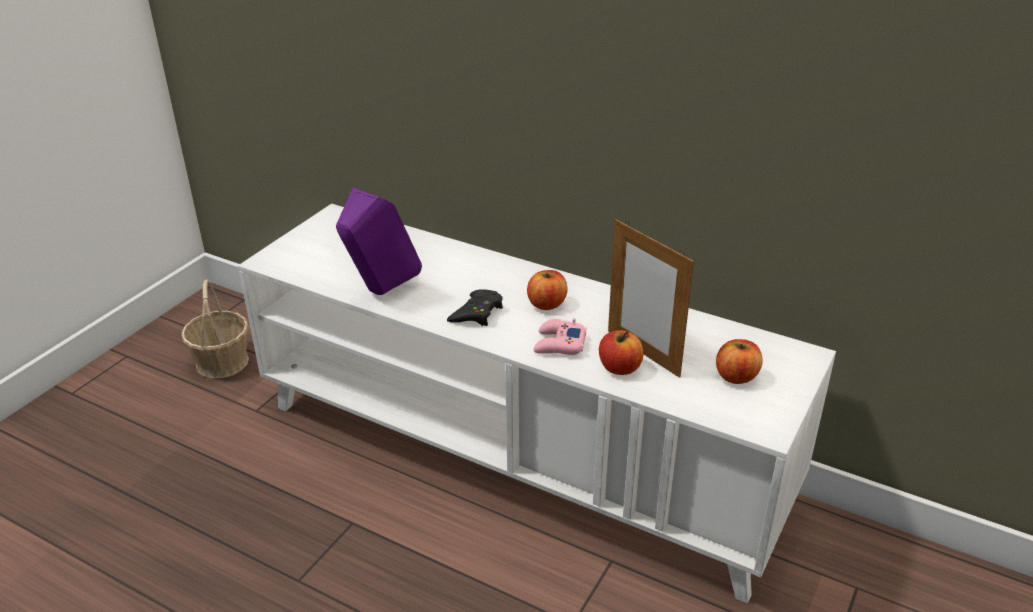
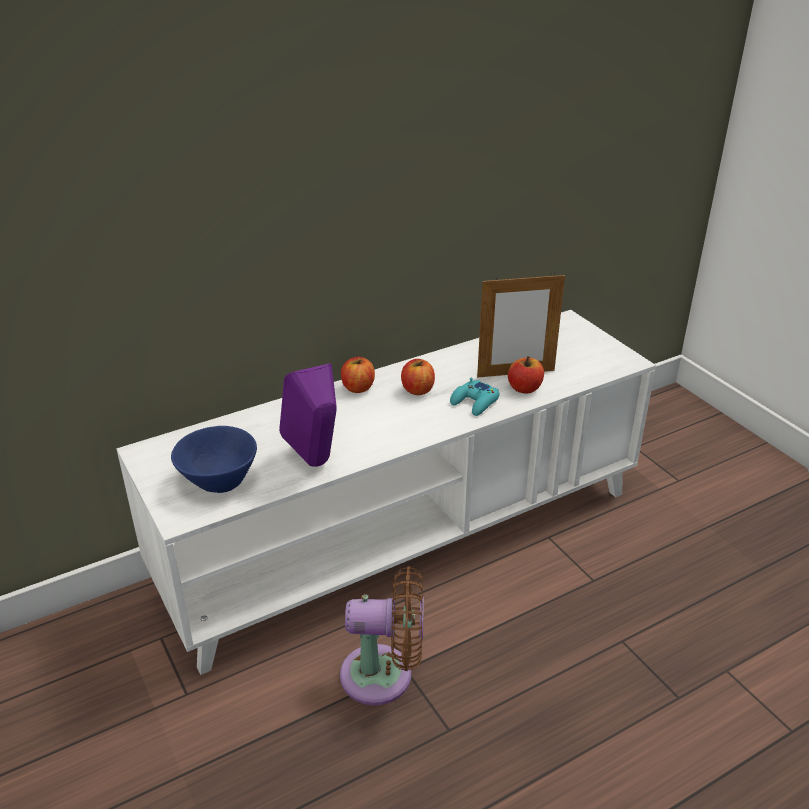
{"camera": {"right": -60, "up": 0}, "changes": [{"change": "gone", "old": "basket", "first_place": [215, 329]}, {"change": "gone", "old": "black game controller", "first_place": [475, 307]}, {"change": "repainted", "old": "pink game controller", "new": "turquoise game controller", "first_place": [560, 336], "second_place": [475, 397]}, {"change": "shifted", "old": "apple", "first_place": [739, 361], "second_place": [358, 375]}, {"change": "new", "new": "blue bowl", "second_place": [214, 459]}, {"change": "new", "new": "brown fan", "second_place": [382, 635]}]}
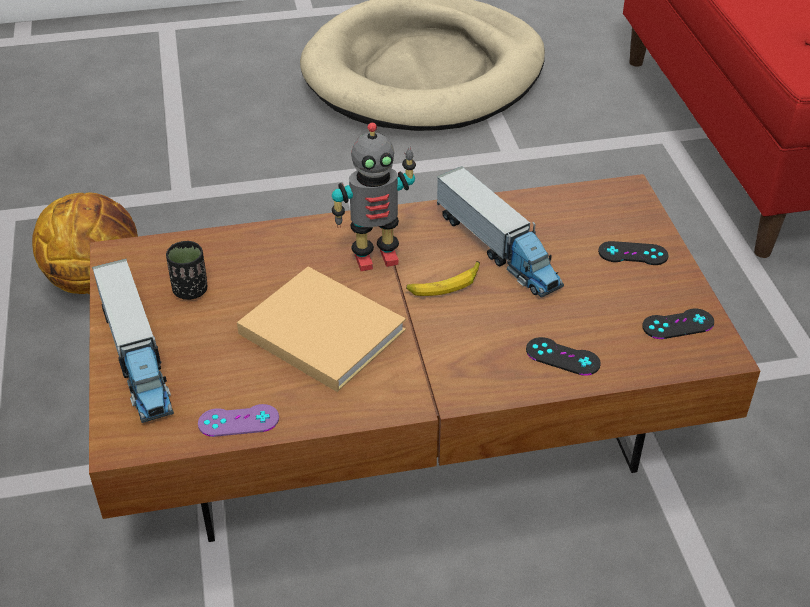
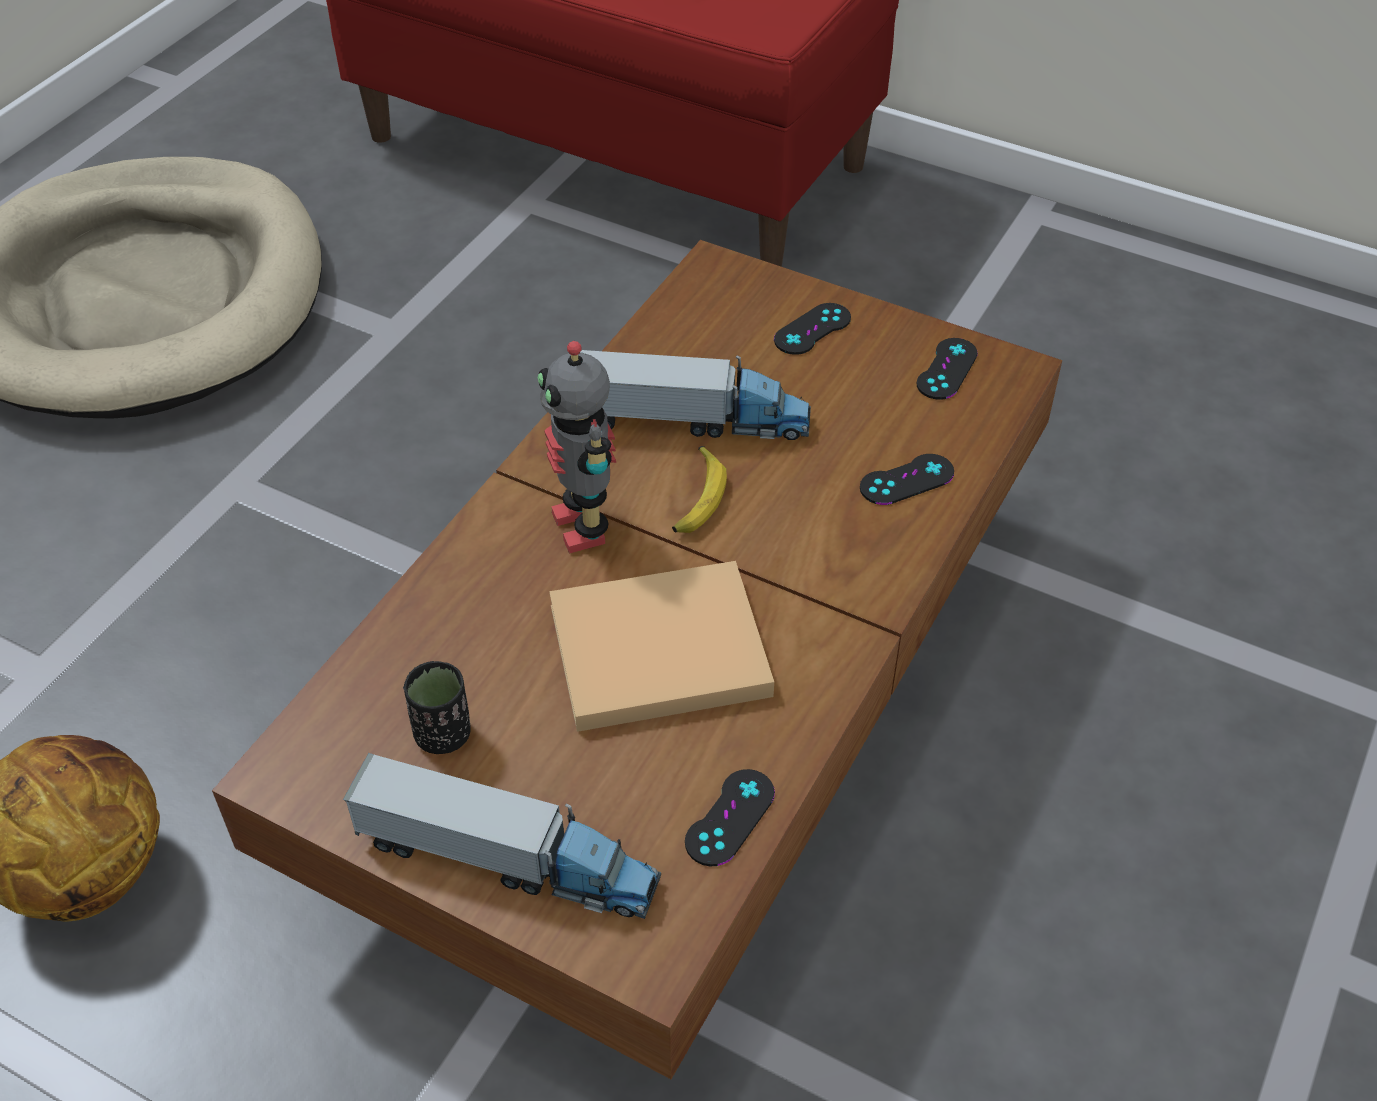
{"camera": {"right": -50, "up": 5}, "changes": [{"change": "rotated", "old": "toy robot", "first_place": [374, 197], "second_place": [576, 447], "degrees": 135}, {"change": "repainted", "old": "purple game controller", "new": "black game controller", "first_place": [238, 420], "second_place": [730, 817]}]}
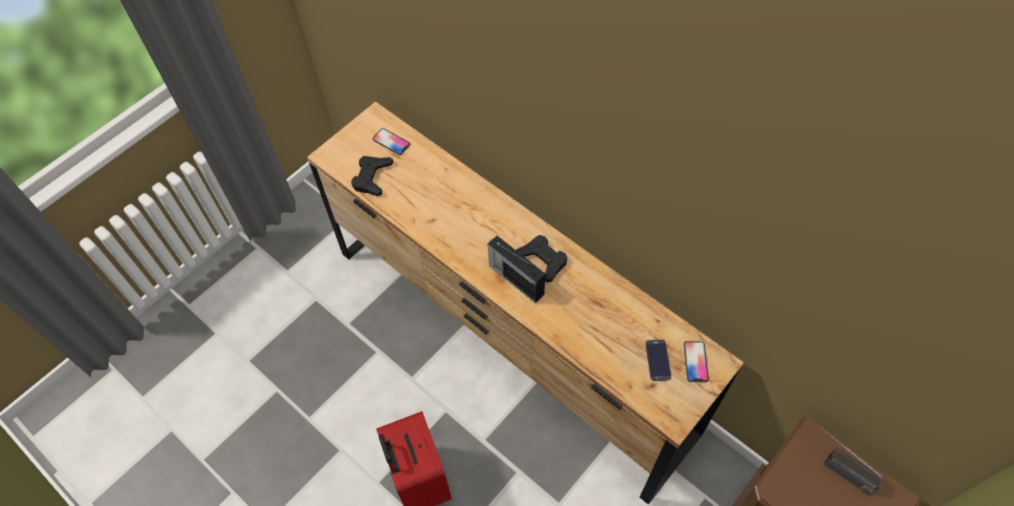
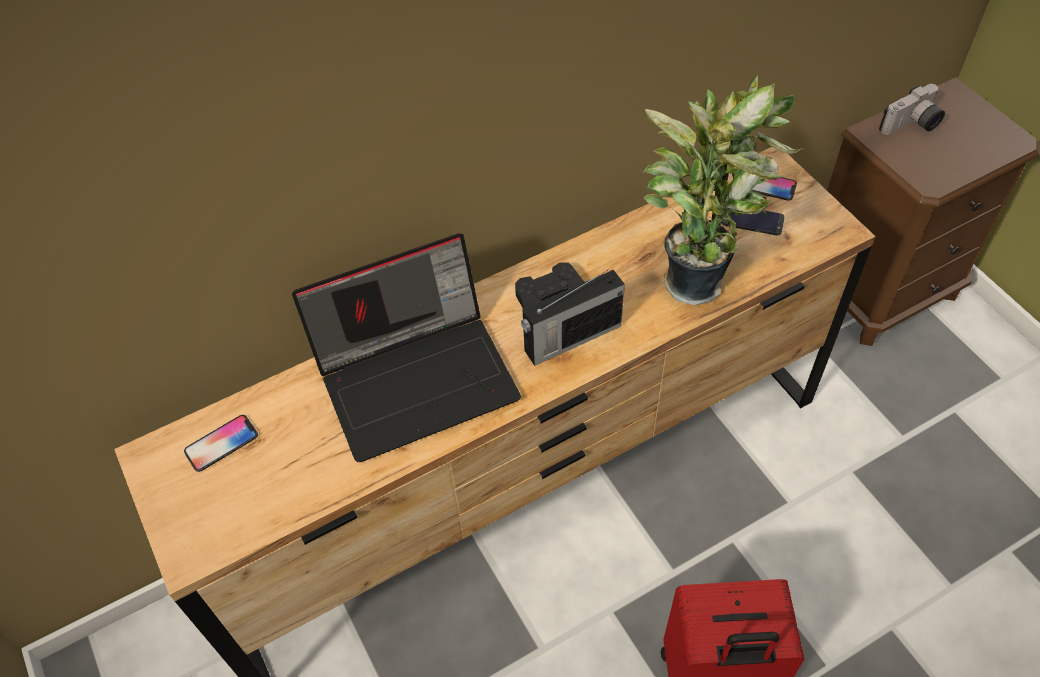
{"camera": {"right": -70, "up": -5}, "changes": [{"change": "gone", "old": "black game controller", "first_place": [372, 176]}, {"change": "swapped", "old": "radio", "new": "photo camera", "first_place": [850, 460], "second_place": [912, 109]}, {"change": "new", "new": "potted plant", "second_place": [723, 190]}, {"change": "new", "new": "laptop", "second_place": [406, 347]}]}
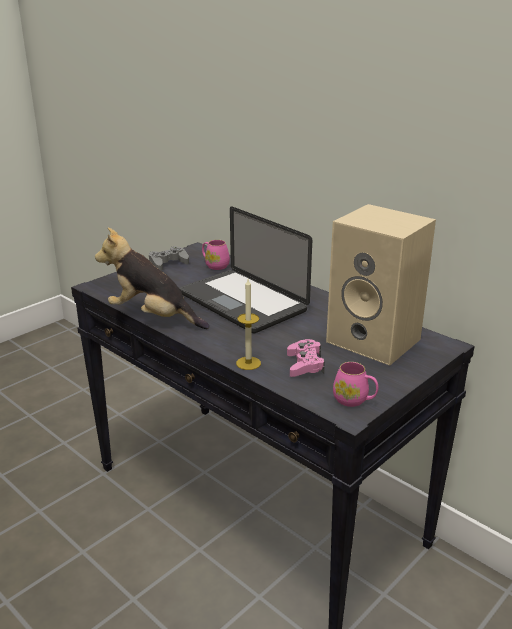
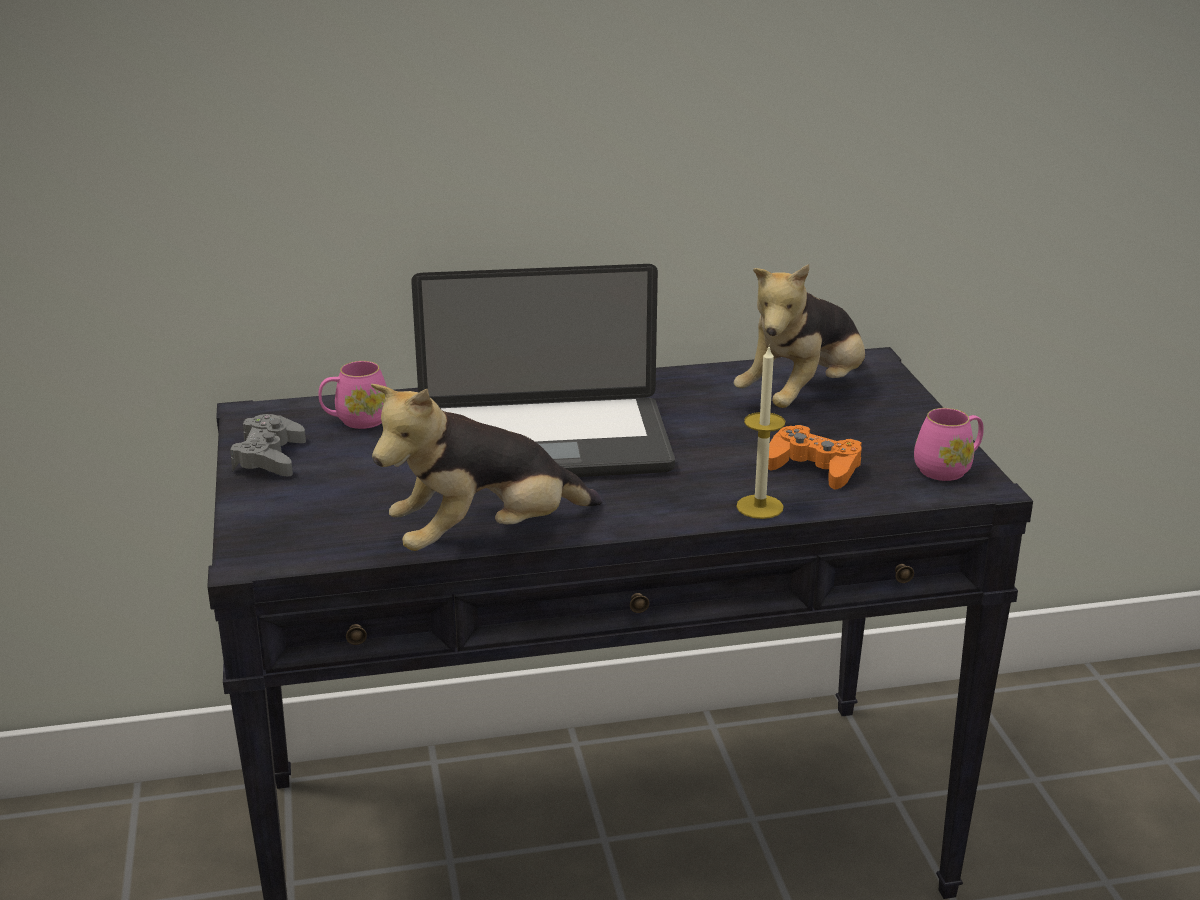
{"camera": {"right": -55, "up": 0}, "changes": [{"change": "swapped", "old": "beige speaker", "new": "plush toy", "first_place": [381, 285], "second_place": [799, 336]}, {"change": "repainted", "old": "pink game controller", "new": "orange game controller", "first_place": [306, 358], "second_place": [815, 457]}]}
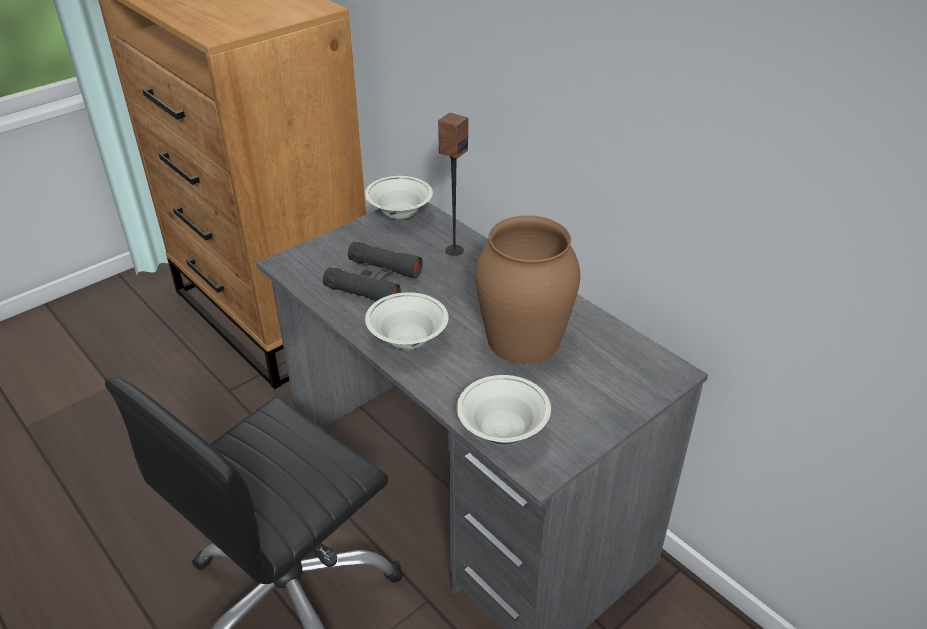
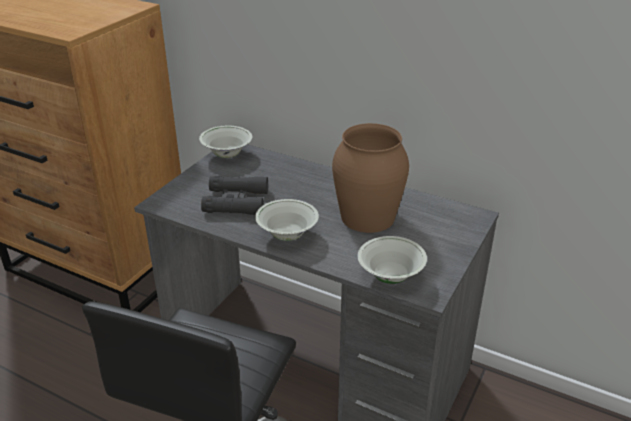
{"camera": {"right": -20, "up": -5}, "changes": [{"change": "gone", "old": "speaker", "first_place": [453, 184]}]}
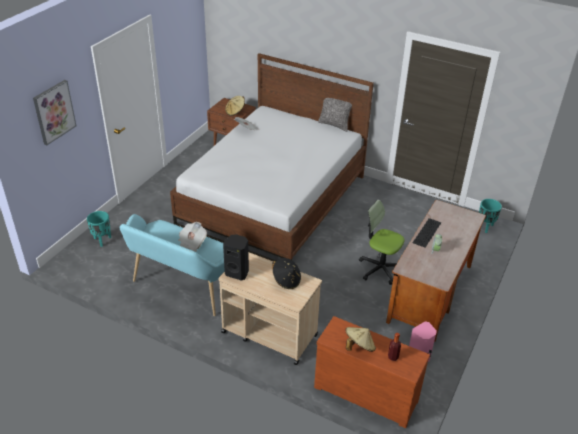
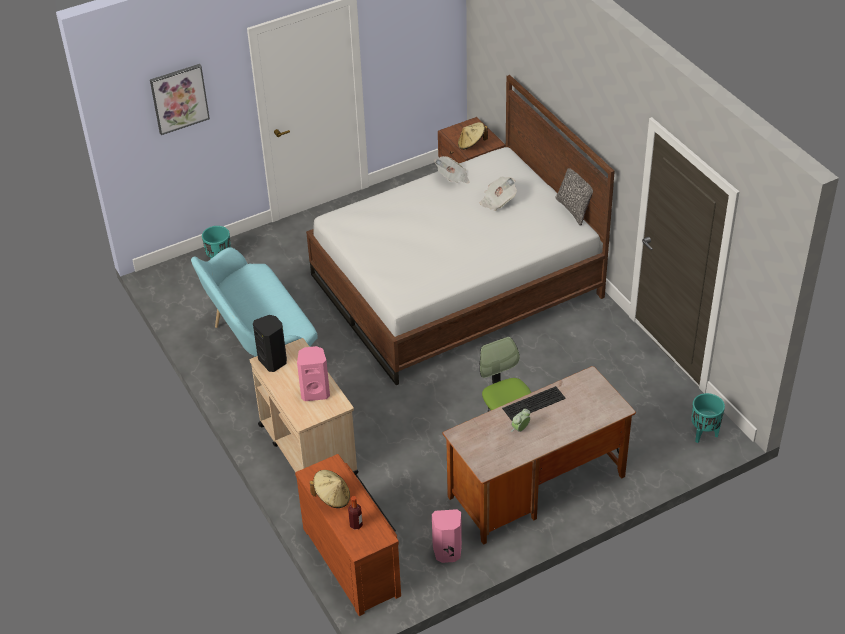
{"camera": {"right": 35, "up": 5}, "changes": [{"change": "shifted", "old": "newspaper", "first_place": [192, 237], "second_place": [498, 194]}, {"change": "swapped", "old": "black hat", "new": "pink speaker", "first_place": [286, 273], "second_place": [313, 373]}]}
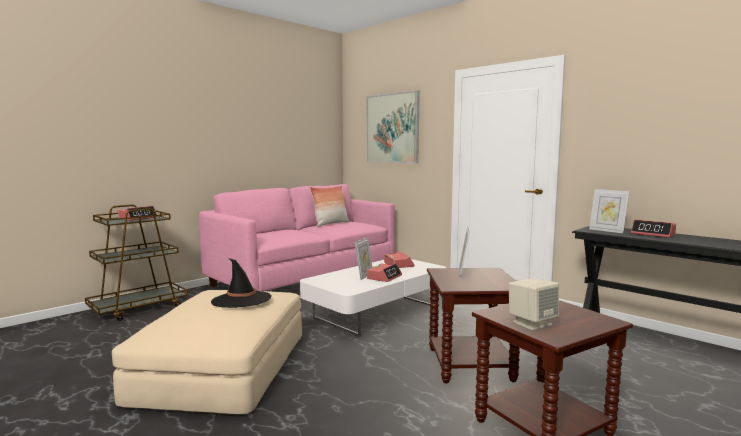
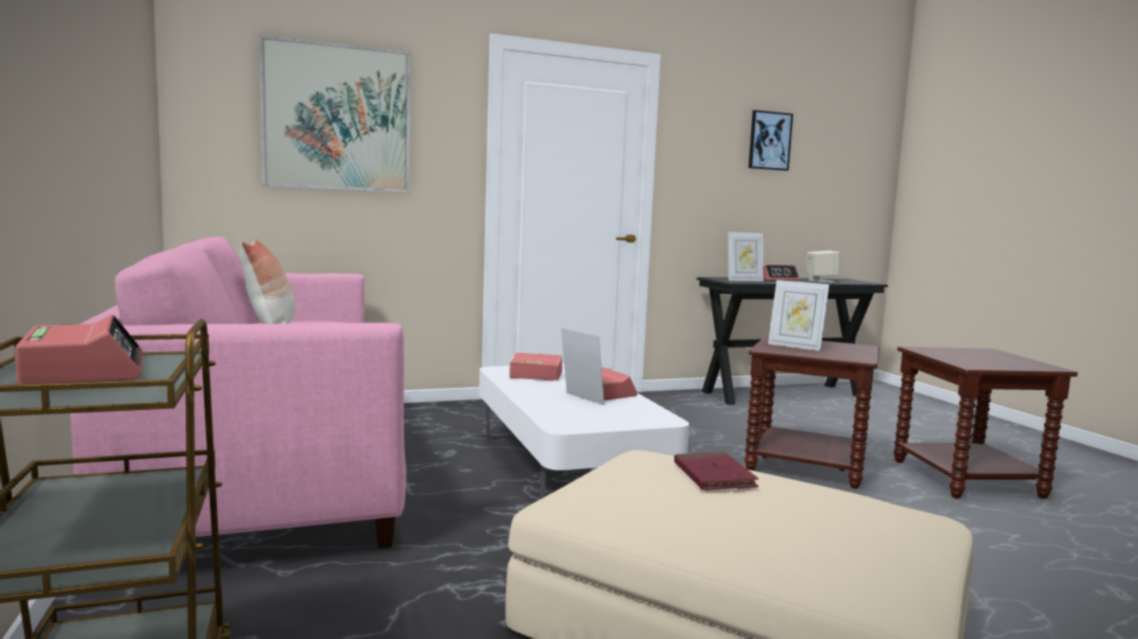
{"camera": {"right": -65, "up": 0}, "changes": [{"change": "swapped", "old": "black hat", "new": "red book", "first_place": [241, 283], "second_place": [716, 471]}, {"change": "shifted", "old": "beige speaker", "first_place": [534, 304], "second_place": [823, 266]}, {"change": "new", "new": "picture", "second_place": [770, 140]}]}
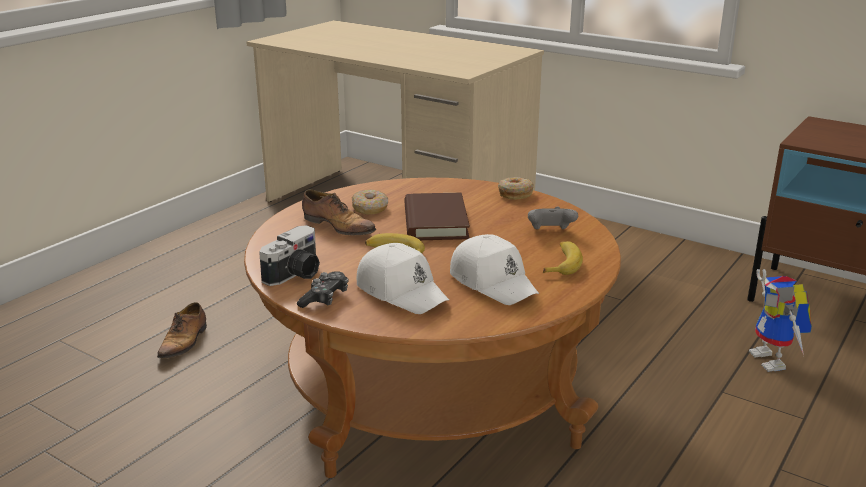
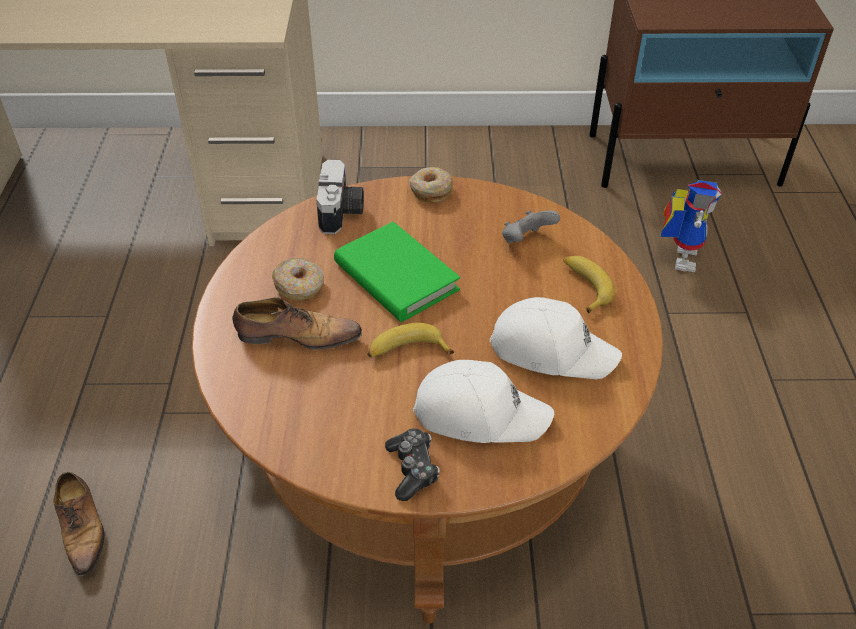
{"camera": {"right": -35, "up": 20}, "changes": [{"change": "repainted", "old": "brown book", "new": "green book", "first_place": [437, 216], "second_place": [397, 272]}, {"change": "shifted", "old": "photo camera", "first_place": [289, 255], "second_place": [340, 196]}, {"change": "rotated", "old": "toy robot", "first_place": [780, 320], "second_place": [691, 226], "degrees": -120}]}
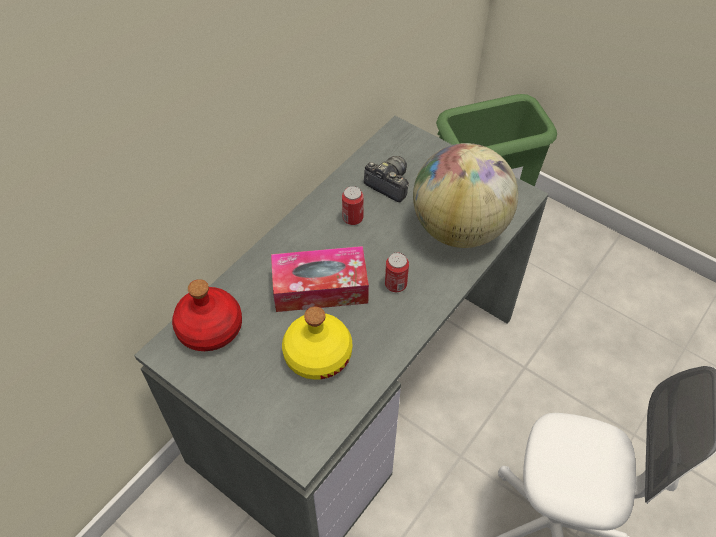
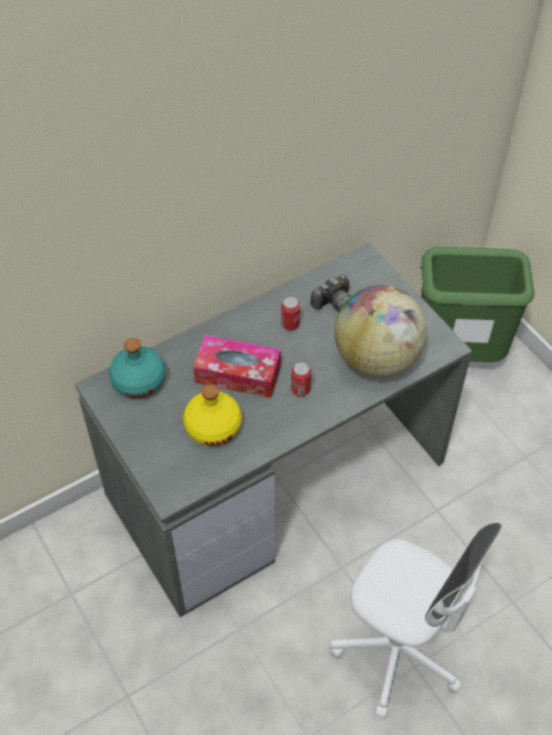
{"camera": {"right": 20, "up": 0}, "changes": [{"change": "rotated", "old": "photo camera", "first_place": [386, 179], "second_place": [330, 293], "degrees": 90}, {"change": "repainted", "old": "red bottle", "new": "turquoise bottle", "first_place": [207, 315], "second_place": [137, 368]}]}
